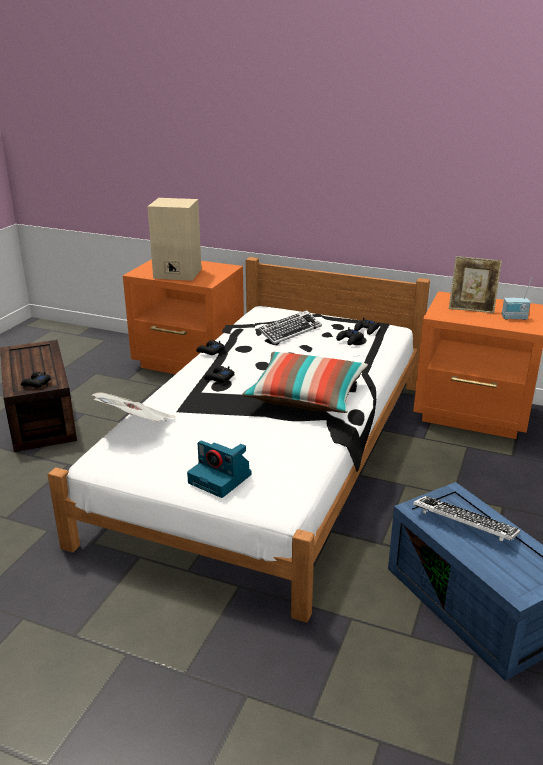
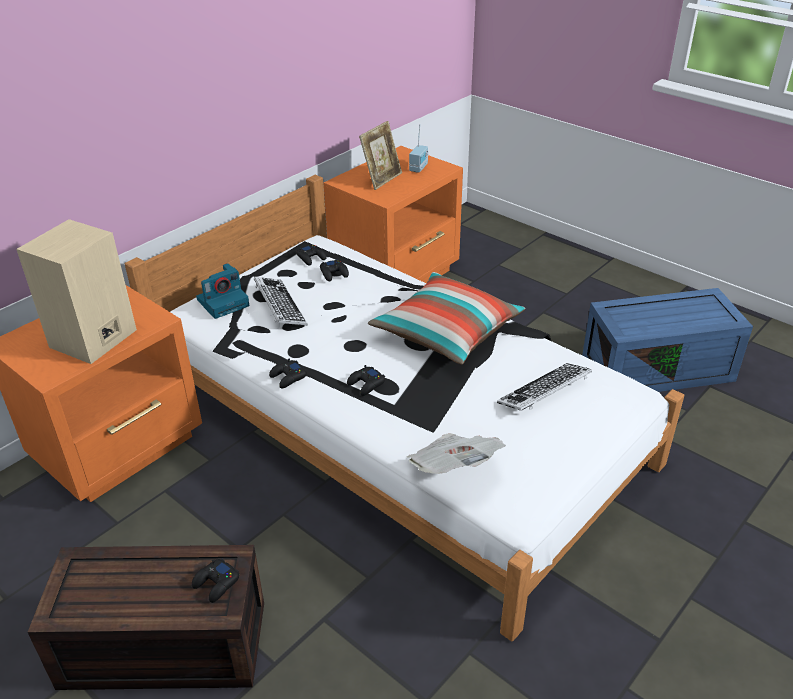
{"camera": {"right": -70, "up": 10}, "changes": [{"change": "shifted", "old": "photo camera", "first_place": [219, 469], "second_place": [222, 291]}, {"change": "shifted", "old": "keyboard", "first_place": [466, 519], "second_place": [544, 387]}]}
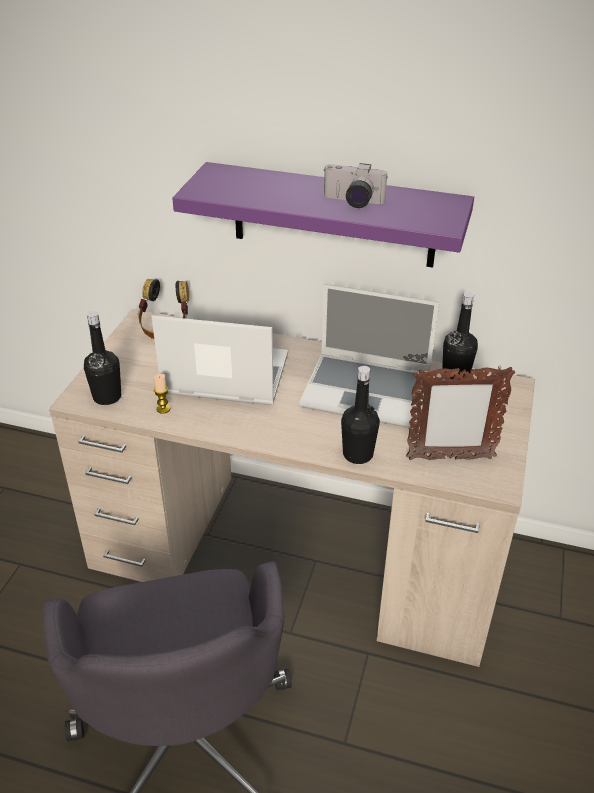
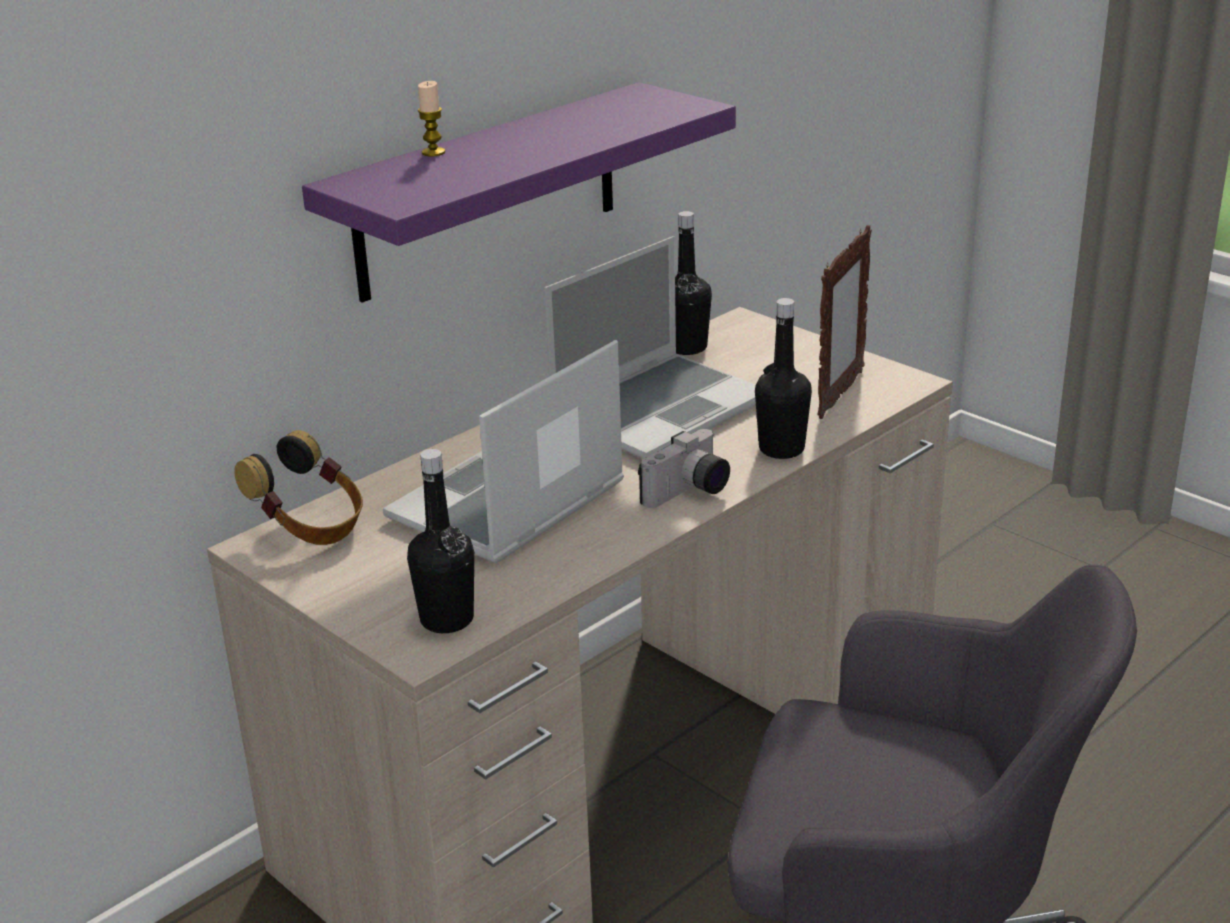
{"camera": {"right": -60, "up": -10}, "changes": [{"change": "shifted", "old": "photo camera", "first_place": [355, 185], "second_place": [684, 468]}, {"change": "shifted", "old": "candle", "first_place": [162, 394], "second_place": [431, 118]}]}
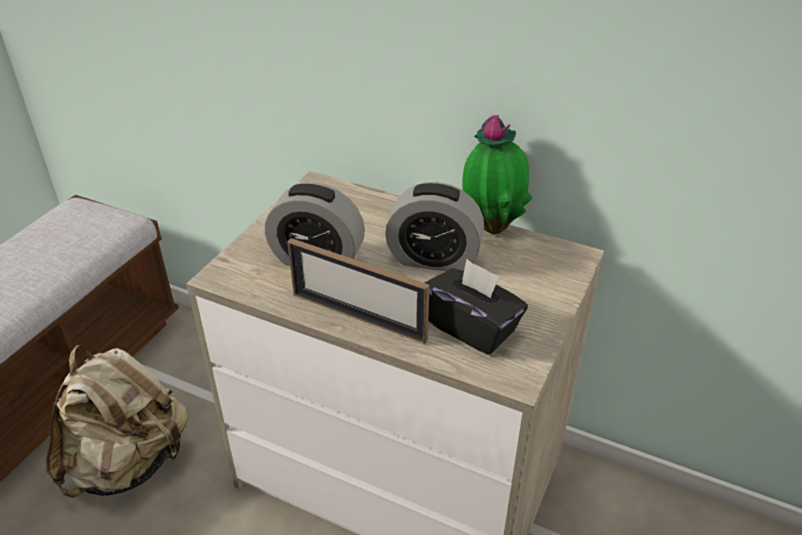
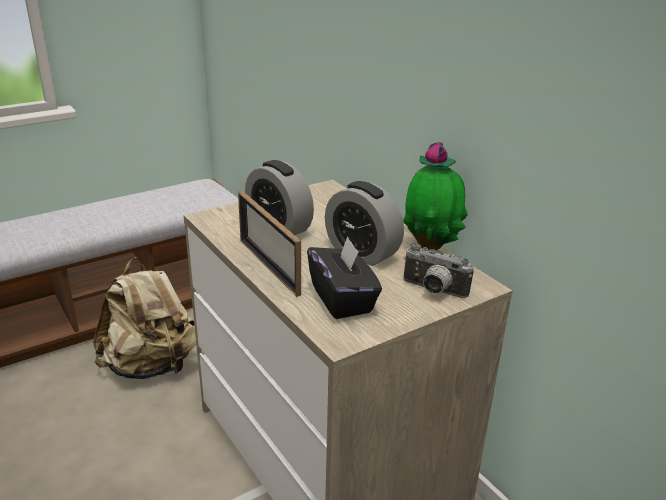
{"camera": {"right": 30, "up": -10}, "changes": [{"change": "new", "new": "photo camera", "second_place": [438, 270]}]}
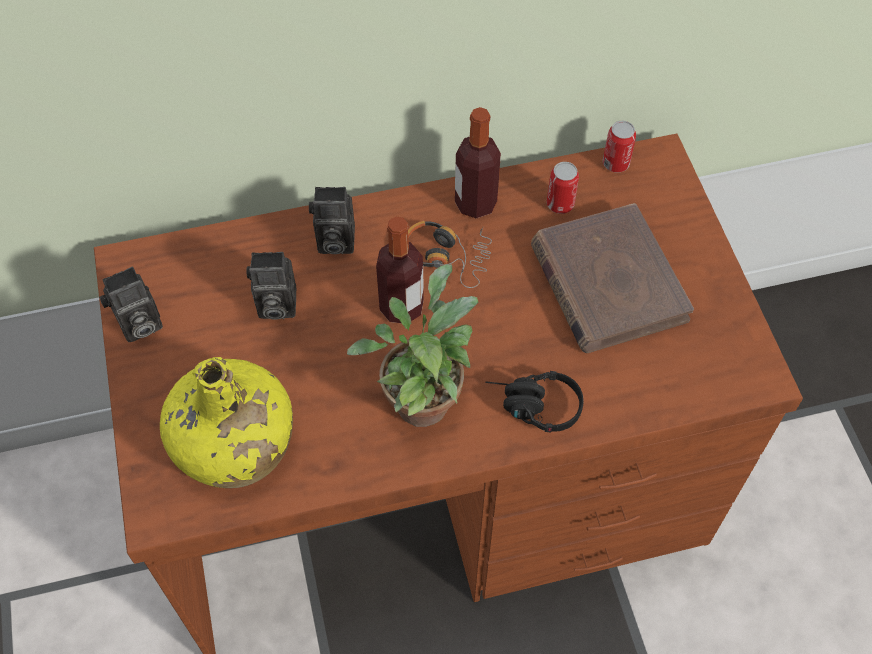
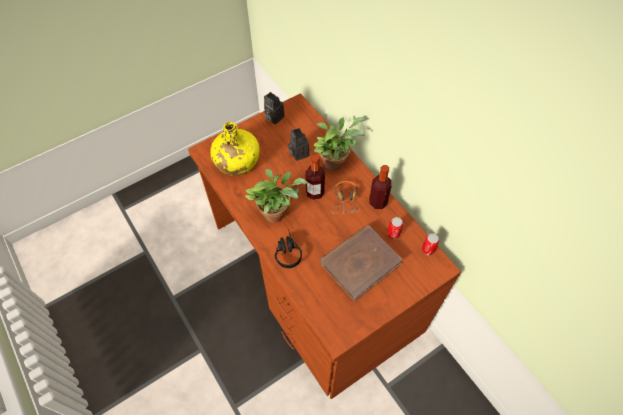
{"camera": {"right": 70, "up": 0}, "changes": [{"change": "swapped", "old": "photo camera", "new": "potted plant", "first_place": [332, 220], "second_place": [340, 144]}]}
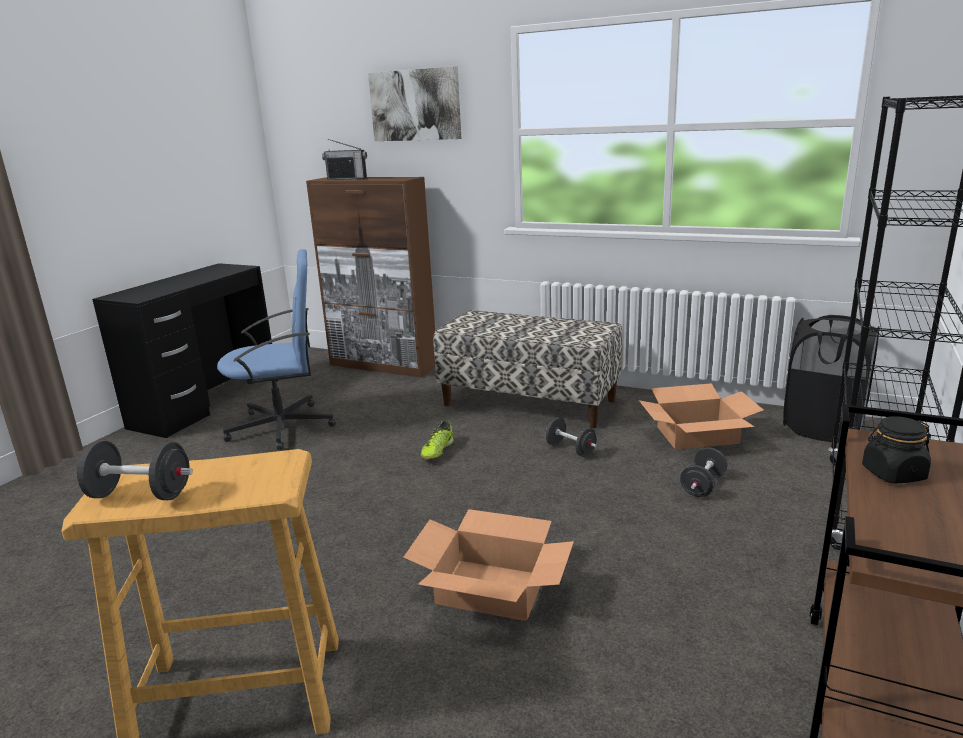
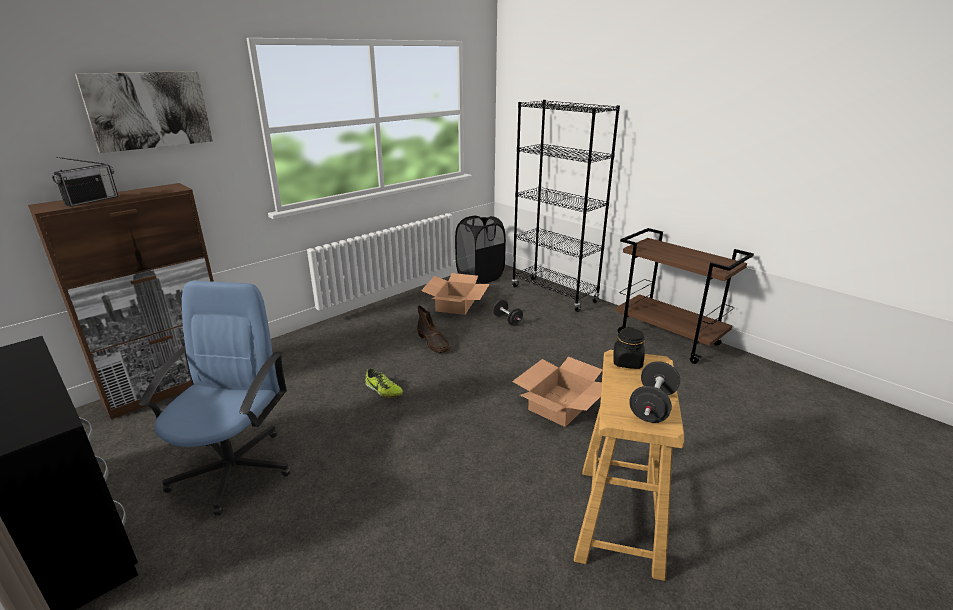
{"camera": {"right": -70, "up": 5}, "changes": [{"change": "gone", "old": "bench", "first_place": [527, 369]}, {"change": "shifted", "old": "black jar", "first_place": [896, 449], "second_place": [629, 348]}, {"change": "swapped", "old": "black dumbbell", "new": "brown boot", "first_place": [571, 437], "second_place": [434, 329]}]}
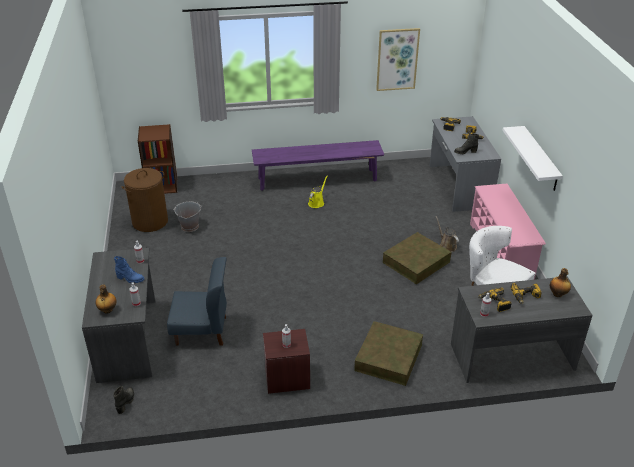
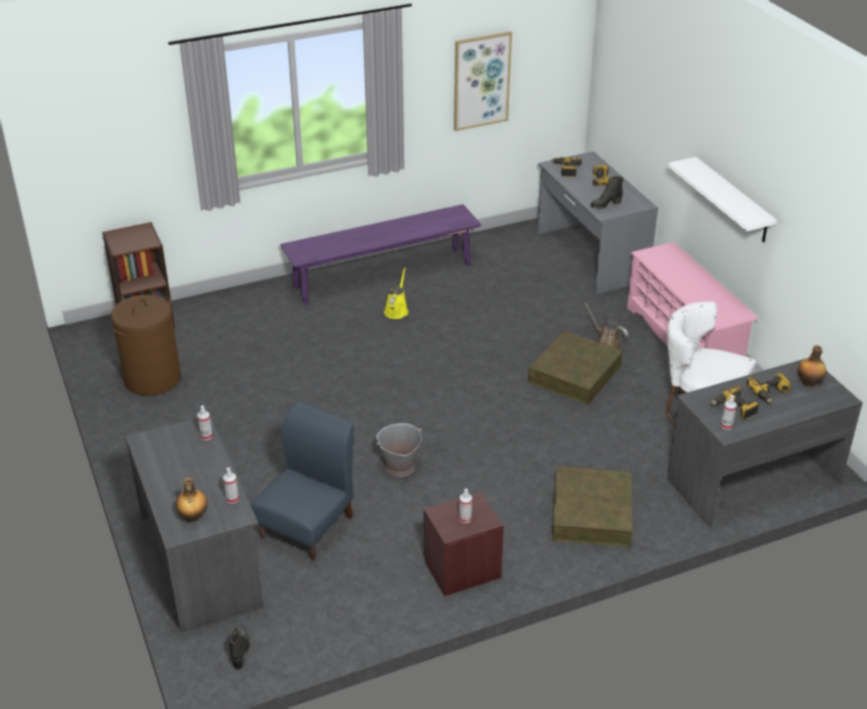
{"camera": {"right": -15, "up": 0}, "changes": [{"change": "shifted", "old": "grey bucket", "first_place": [187, 217], "second_place": [399, 450]}, {"change": "gone", "old": "blue boot", "first_place": [129, 269]}, {"change": "rotated", "old": "blue chair", "first_place": [197, 301], "second_place": [302, 481], "degrees": -45}]}
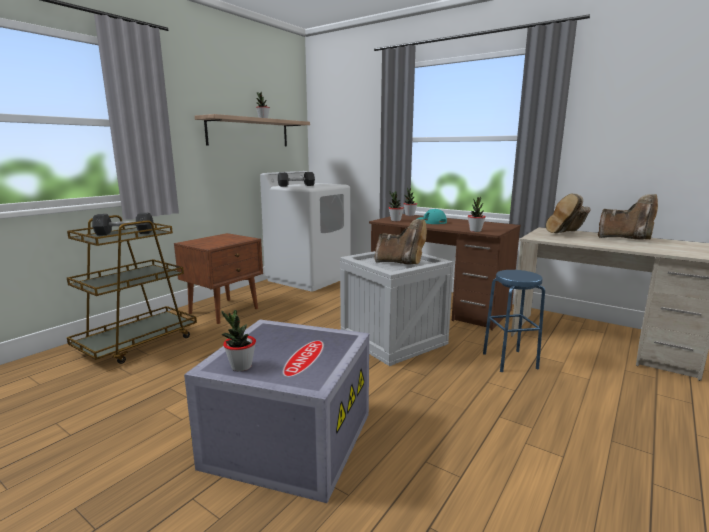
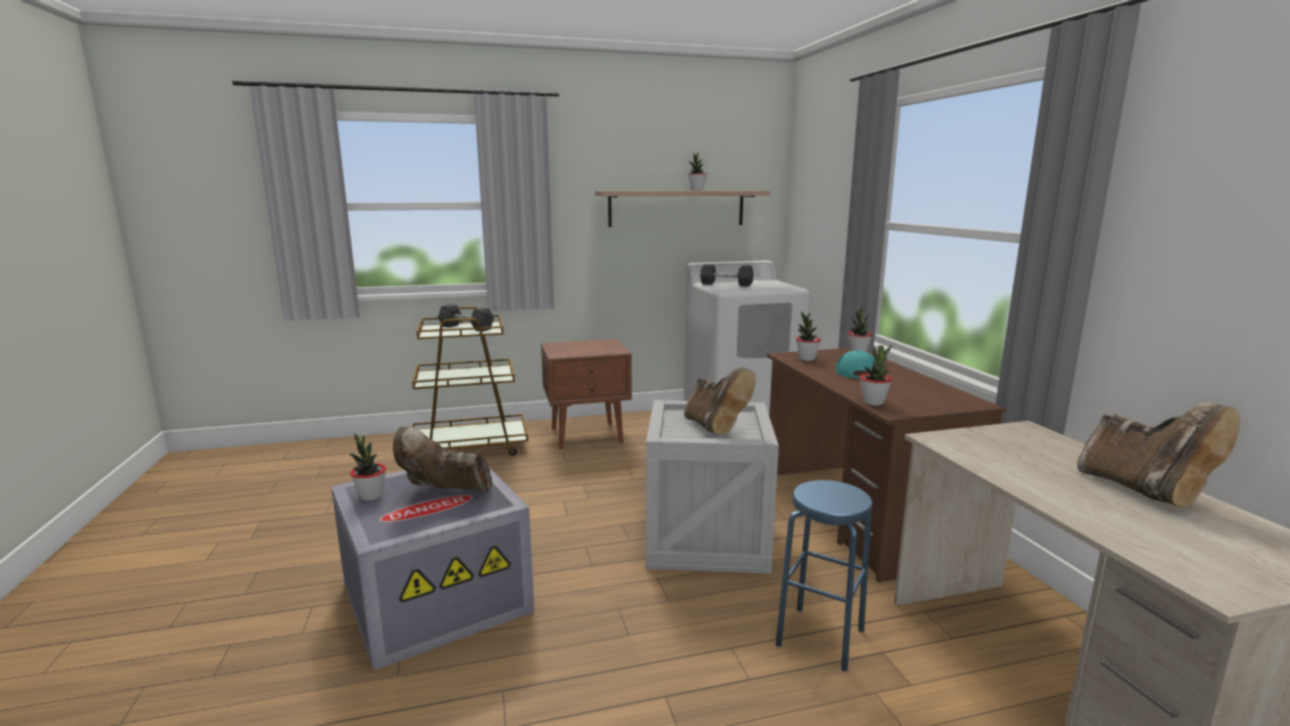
{"camera": {"right": 40, "up": 0}, "changes": [{"change": "shifted", "old": "brown boot", "first_place": [568, 213], "second_place": [442, 458]}]}
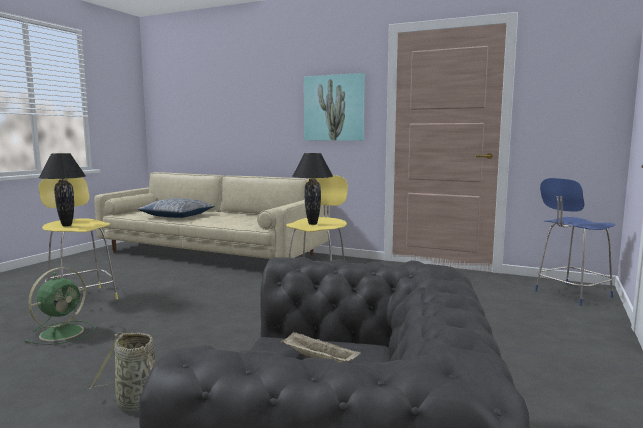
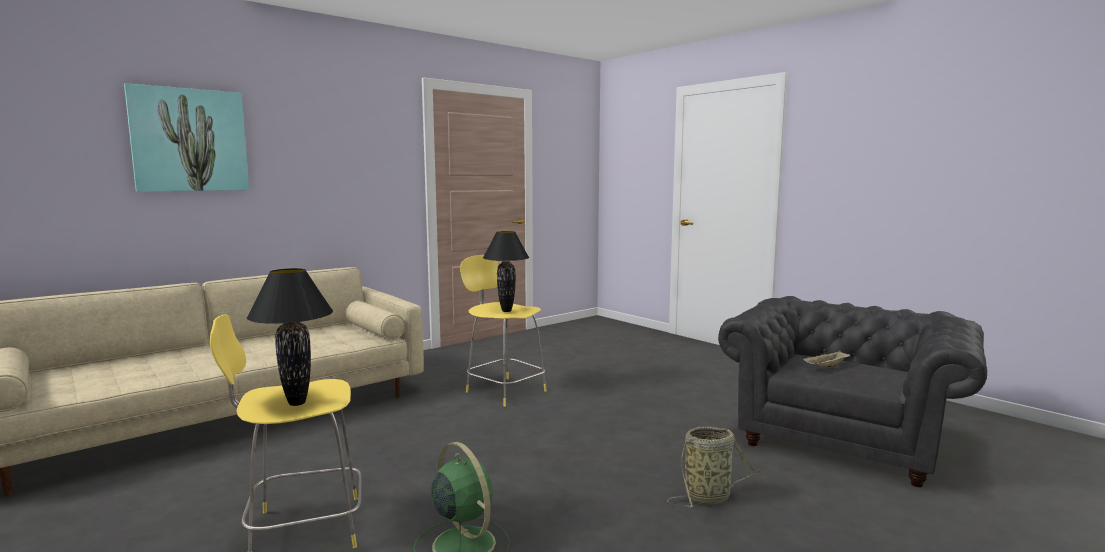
{"camera": {"right": -65, "up": 0}, "changes": [{"change": "shifted", "old": "picture", "first_place": [334, 107], "second_place": [186, 137]}, {"change": "gone", "old": "blue stool", "first_place": [575, 242]}, {"change": "gone", "old": "pillow", "first_place": [176, 208]}]}
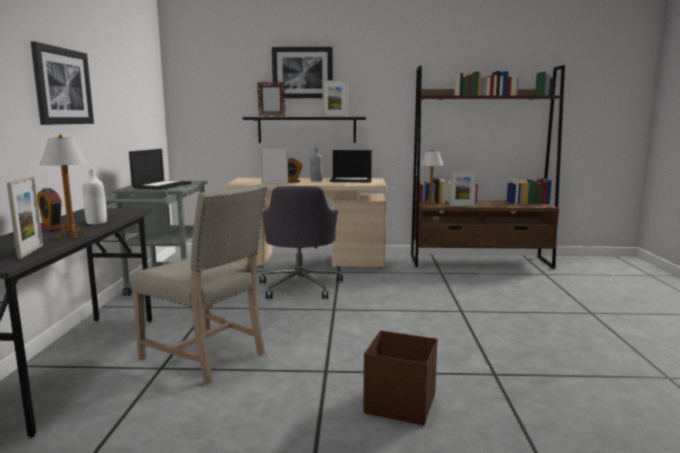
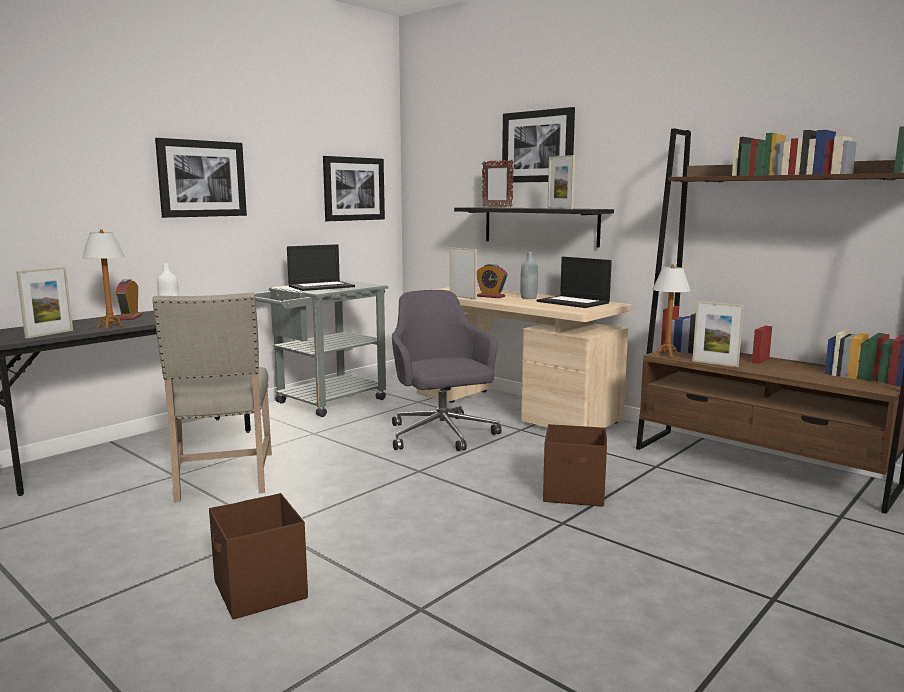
{"camera": {"right": 40, "up": 0}, "changes": [{"change": "rotated", "old": "grey office chair", "first_place": [301, 242], "second_place": [447, 370], "degrees": 120}, {"change": "new", "new": "picture", "second_place": [354, 188]}, {"change": "new", "new": "brown storage box", "second_place": [575, 465]}]}
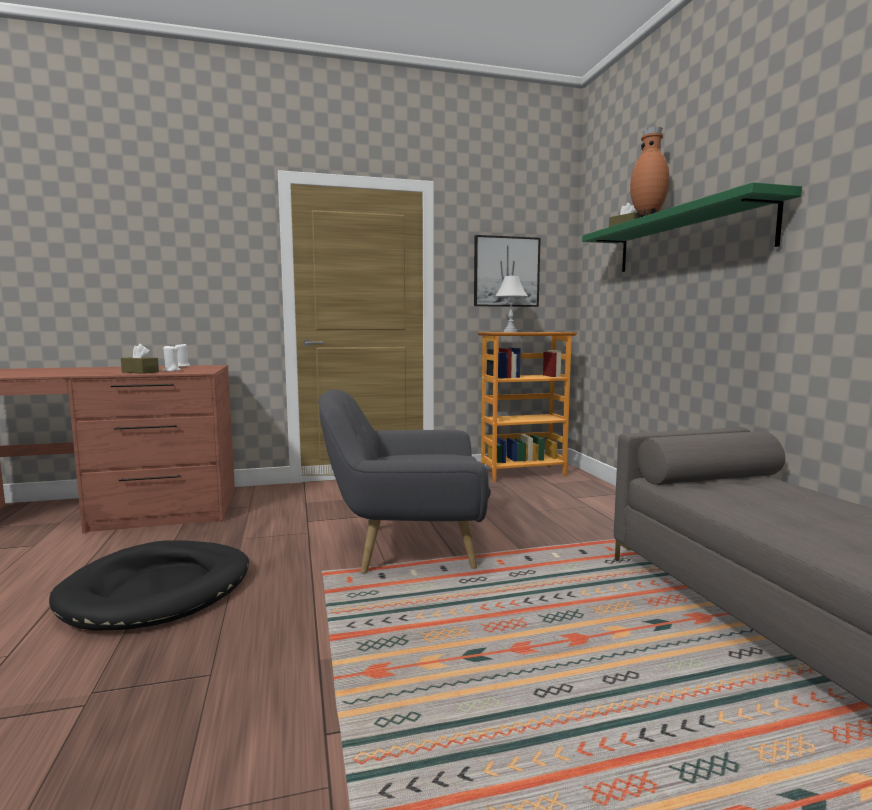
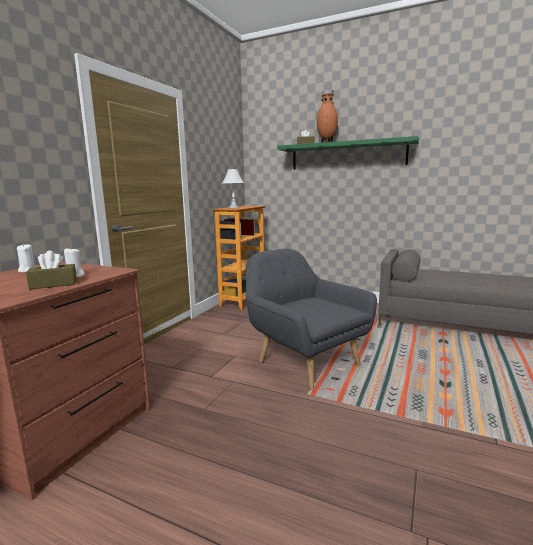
{"camera": {"right": -50, "up": 5}, "changes": [{"change": "gone", "old": "picture", "first_place": [507, 271]}, {"change": "rotated", "old": "grey armchair", "first_place": [404, 481], "second_place": [311, 319], "degrees": 105}, {"change": "gone", "old": "black dog bed", "first_place": [149, 585]}]}
